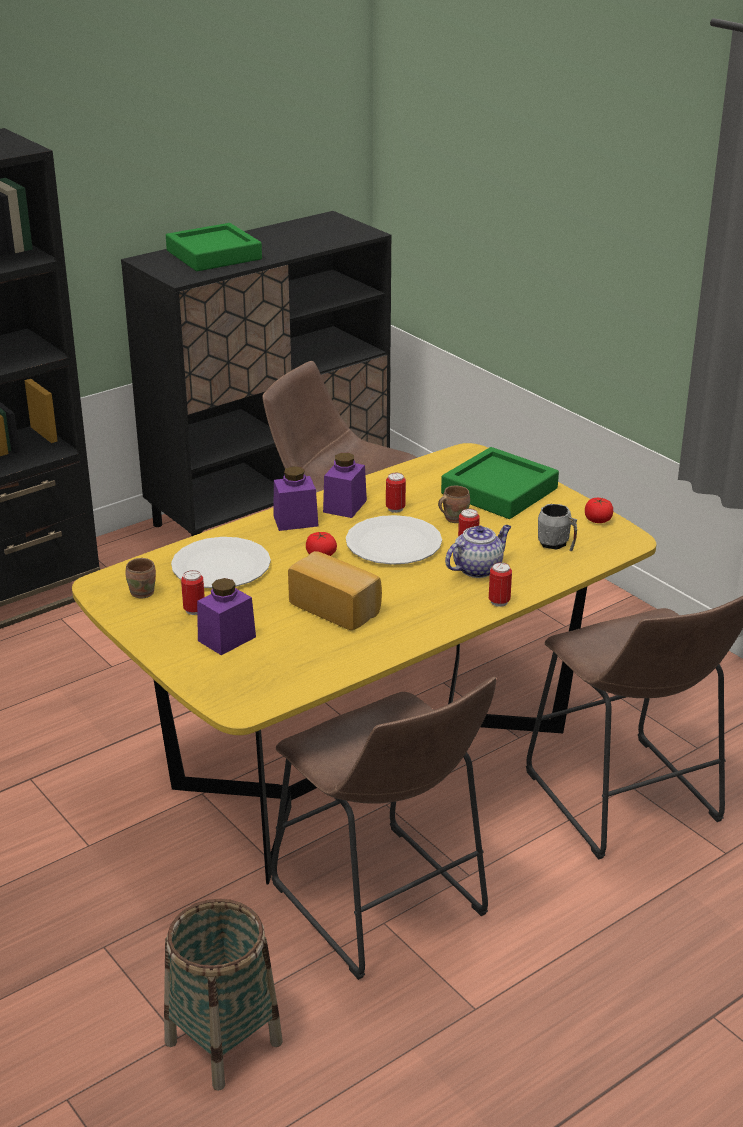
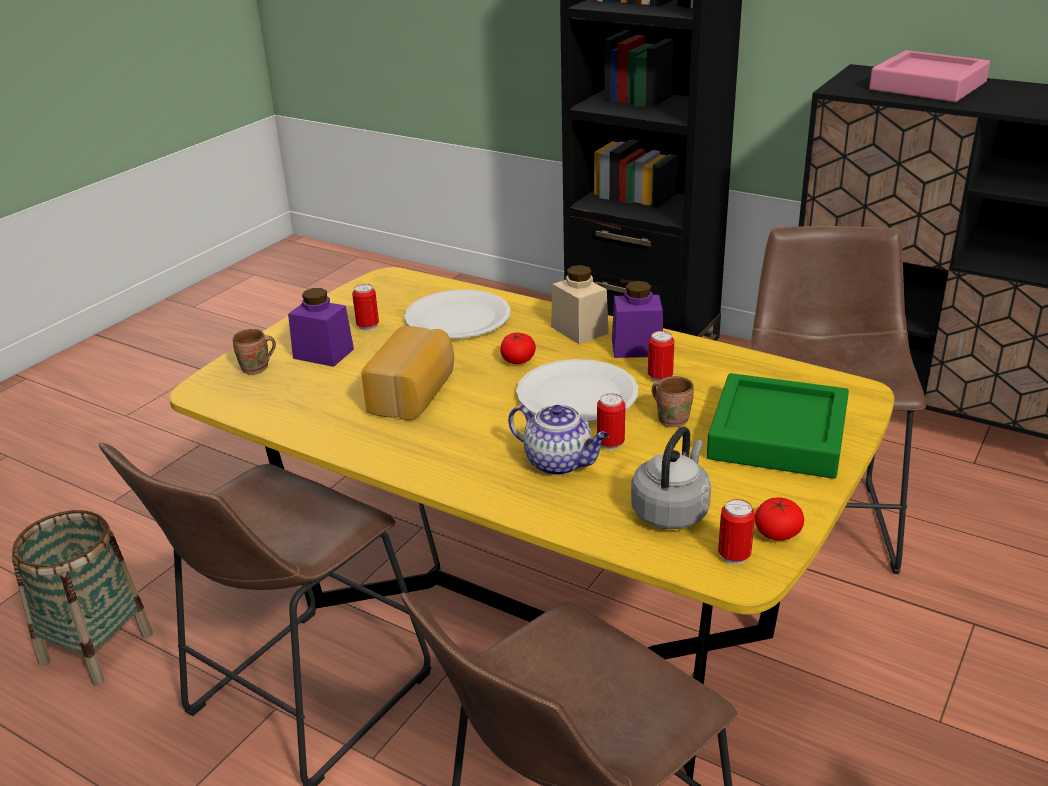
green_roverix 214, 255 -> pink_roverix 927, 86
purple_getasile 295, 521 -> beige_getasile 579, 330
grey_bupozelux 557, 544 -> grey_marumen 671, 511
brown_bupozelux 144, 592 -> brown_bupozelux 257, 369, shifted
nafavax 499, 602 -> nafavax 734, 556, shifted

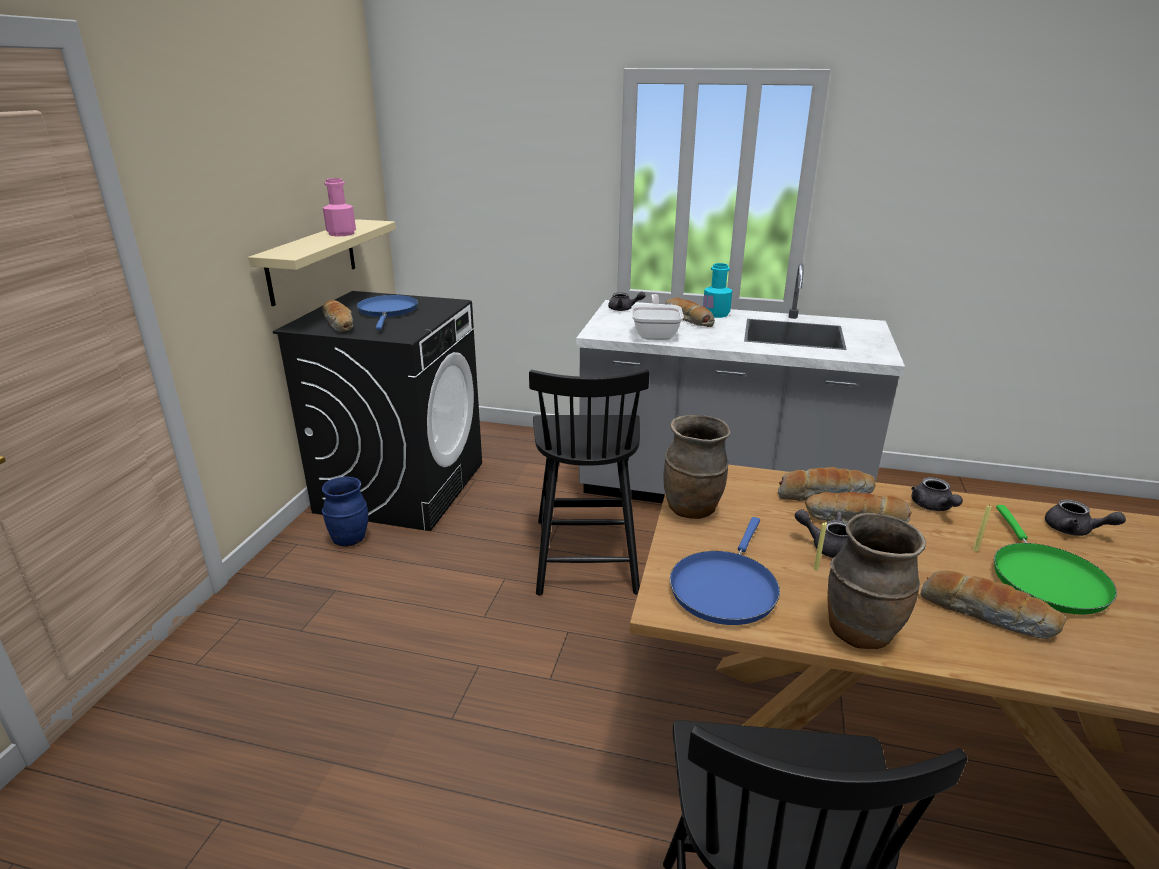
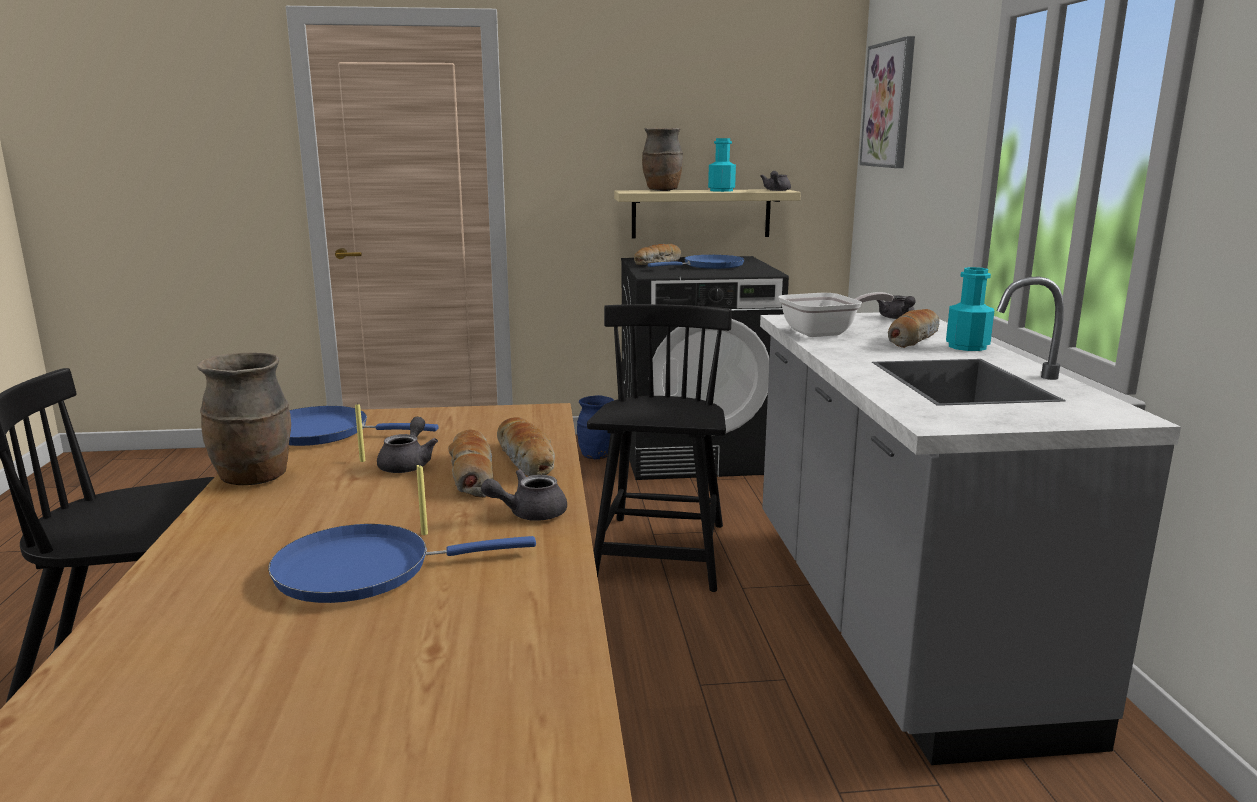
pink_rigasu 341, 233 -> turquoise_rigasu 721, 190
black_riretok 586, 553 -> black_riretok 661, 554, 120 degrees clockwise
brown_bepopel 692, 510 -> brown_bepopel 662, 190, shifted
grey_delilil 1074, 530 -> grey_delilil 776, 190, shifted
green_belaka 1044, 578 -> blue_belaka 365, 570
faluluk 987, 614 -> none
none -> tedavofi 889, 105

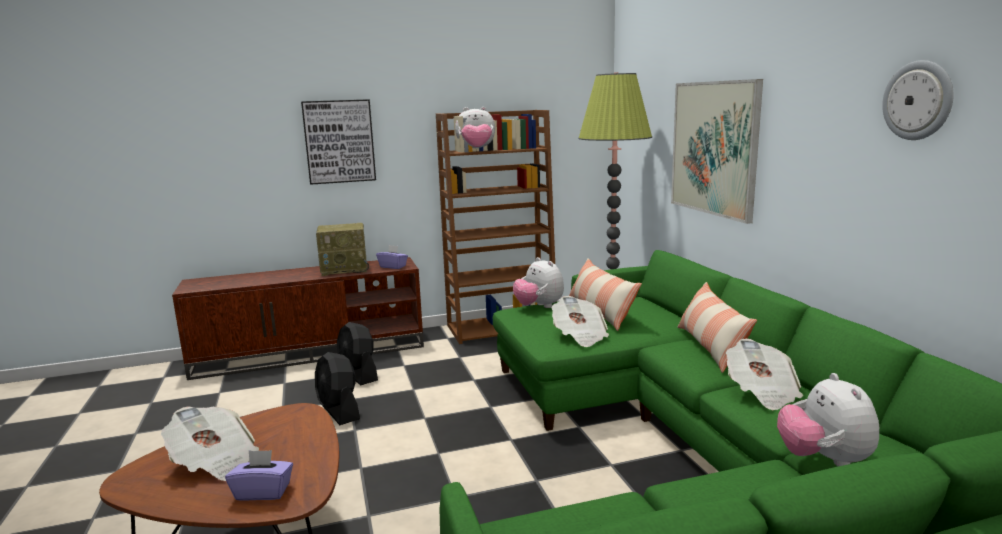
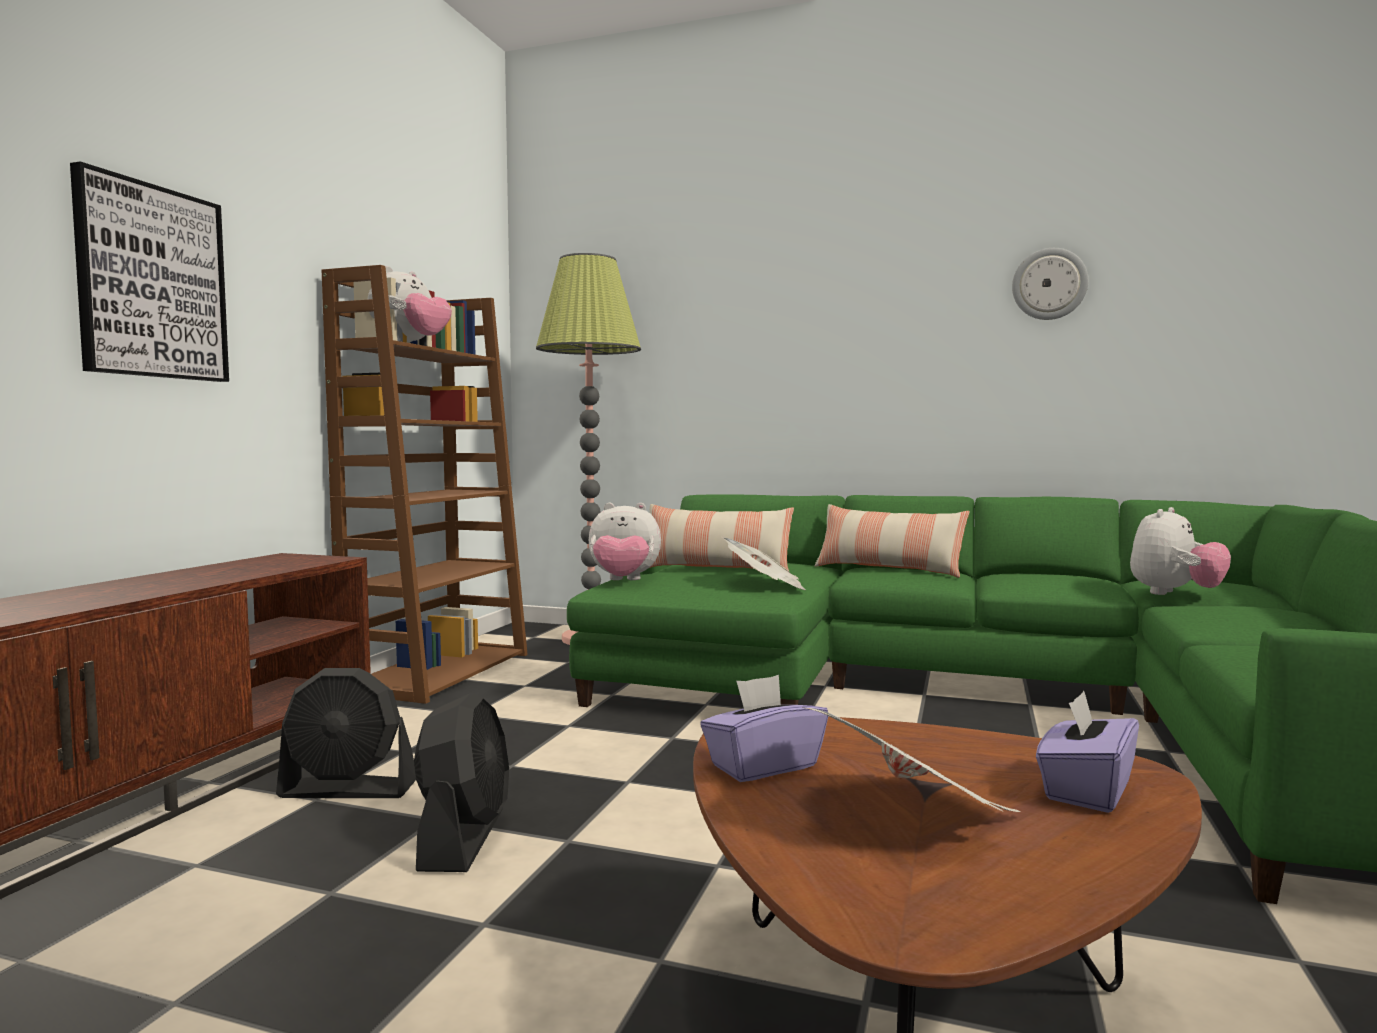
tedavofi 714, 148 -> none
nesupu 345, 269 -> none
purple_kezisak 393, 266 -> purple_kezisak 762, 766, shifted
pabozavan 762, 392 -> none
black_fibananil 339, 411 -> black_fibananil 463, 838, 90 degrees counterclockwise
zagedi 824, 460 -> zagedi 1174, 594, 75 degrees counterclockwise

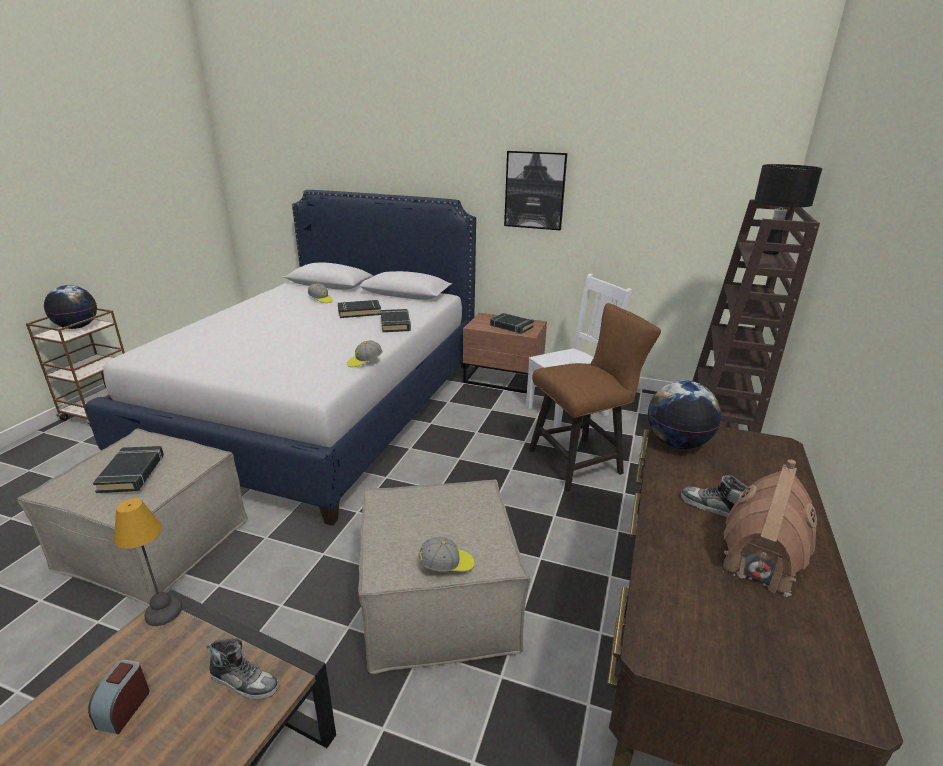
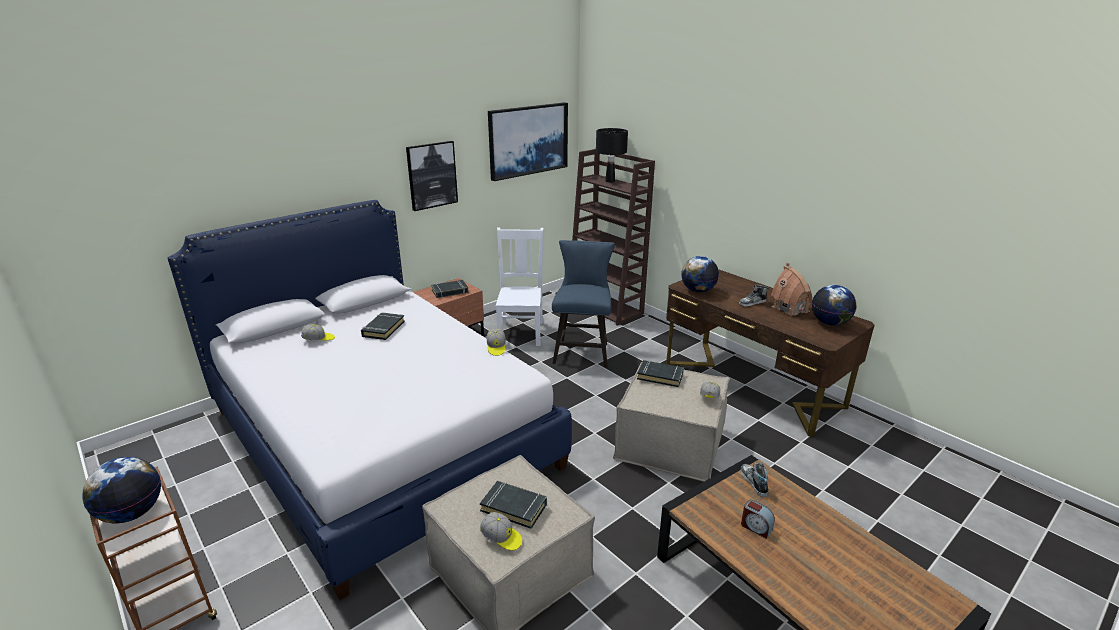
brown_riretok 581, 461 -> blue_riretok 582, 351
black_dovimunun 395, 324 -> black_dovimunun 660, 376, shifted
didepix 162, 613 -> none
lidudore 244, 681 -> lidudore 753, 482, 60 degrees counterclockwise
none -> tedavofi 528, 140
none -> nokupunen 830, 323
none -> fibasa 501, 538

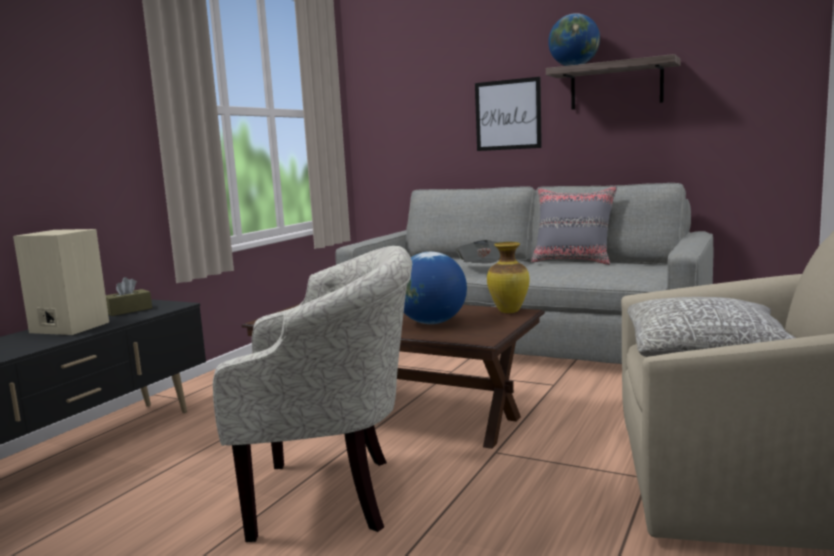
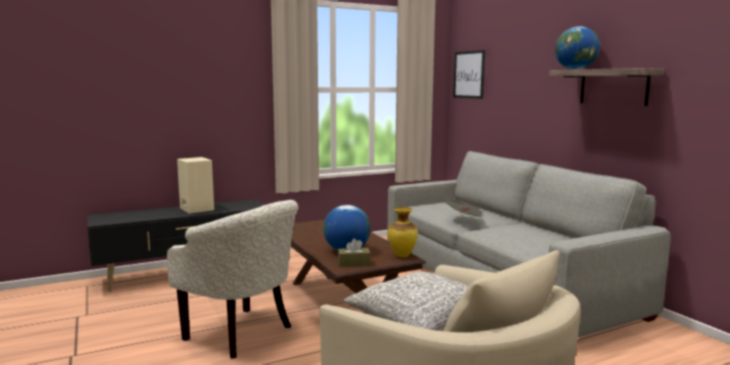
tedavofi 508, 115 -> tedavofi 469, 74, shifted
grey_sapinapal 573, 261 -> none
brown_kezisak 128, 310 -> brown_kezisak 354, 263, shifted

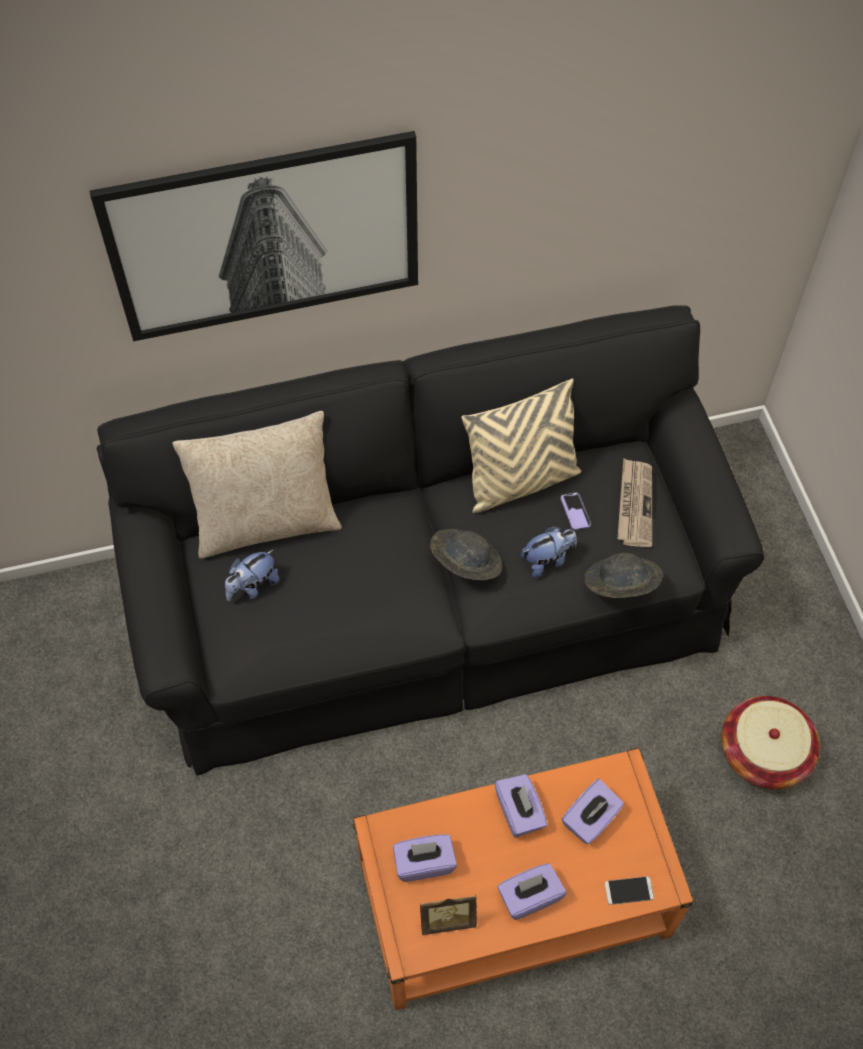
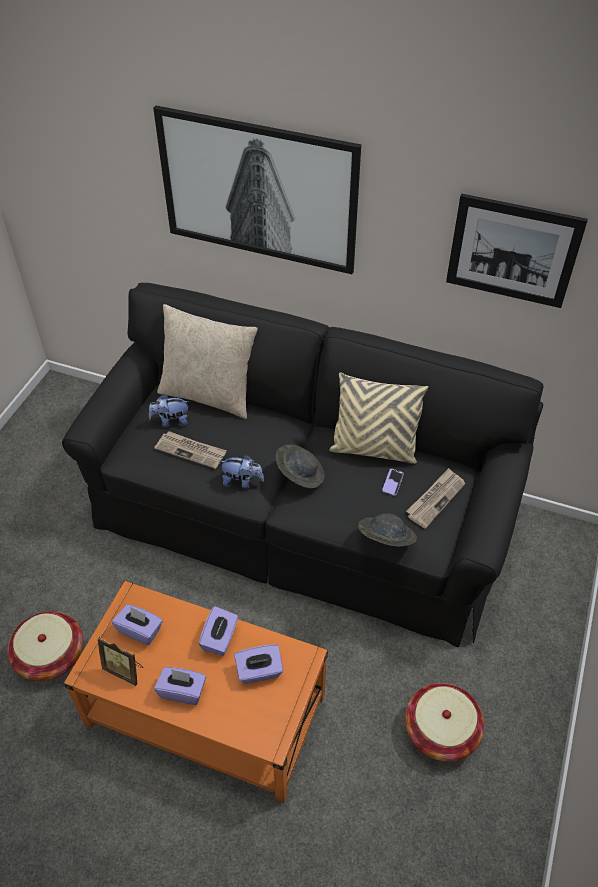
zagedi 547, 560 -> zagedi 242, 481, shifted
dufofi 629, 890 -> none
none -> tedavofi 513, 251
none -> pabozavan 191, 451
none -> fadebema 50, 656

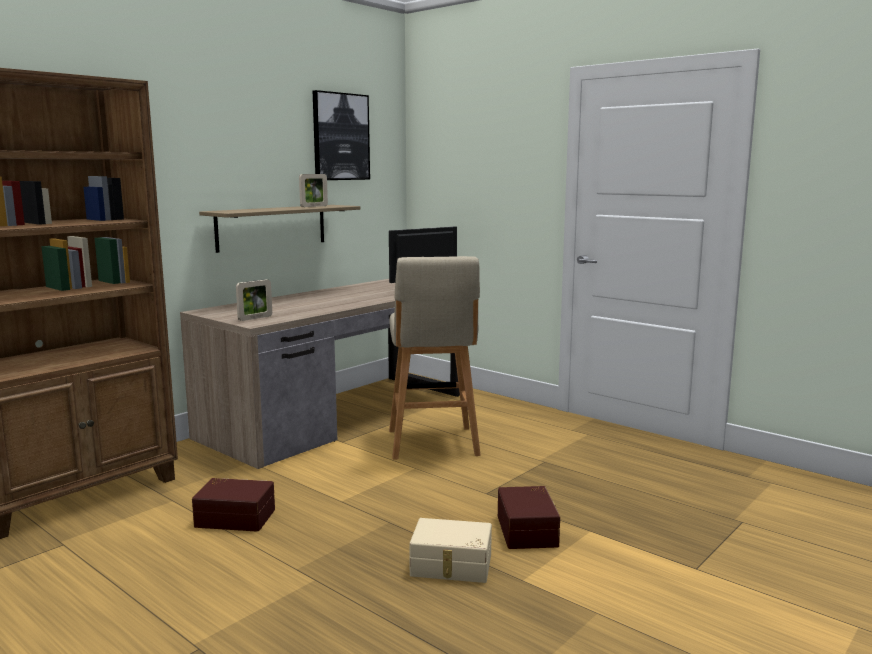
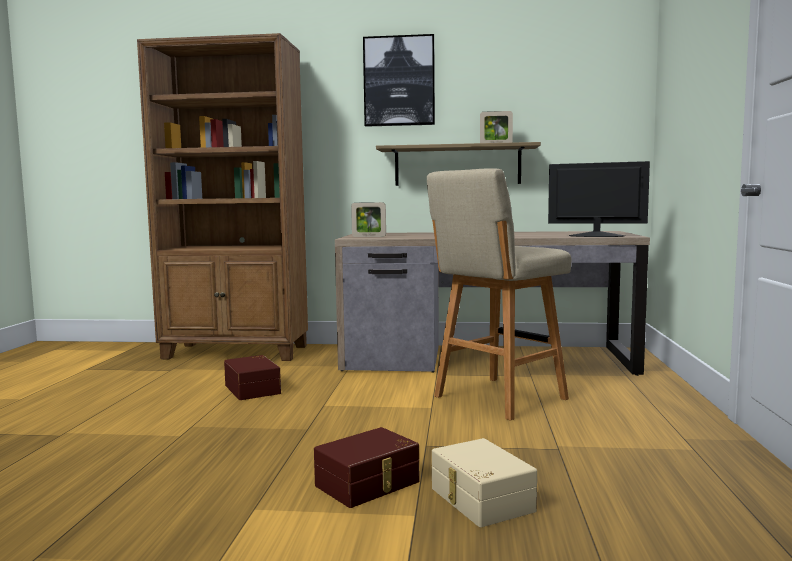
tedavofi 340, 137 -> tedavofi 399, 81, shifted
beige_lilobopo 451, 566 -> beige_lilobopo 480, 500, shifted

